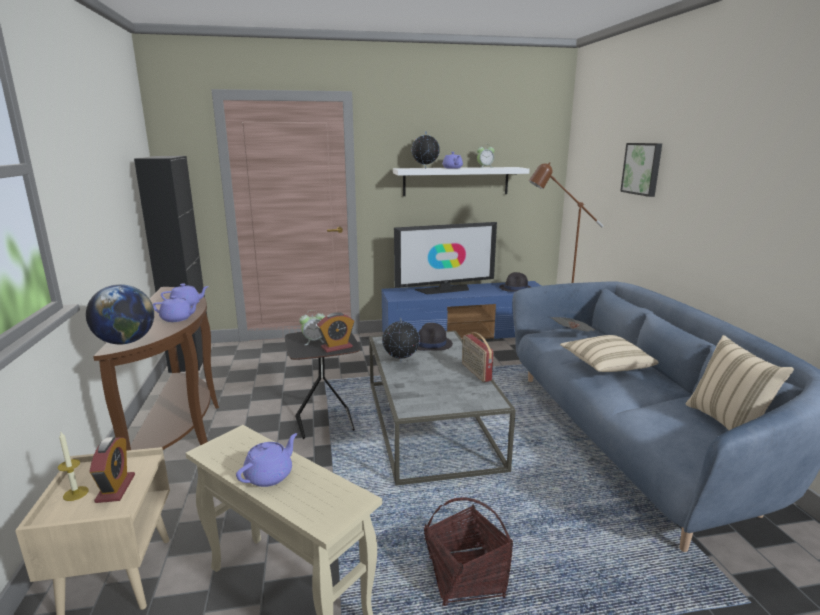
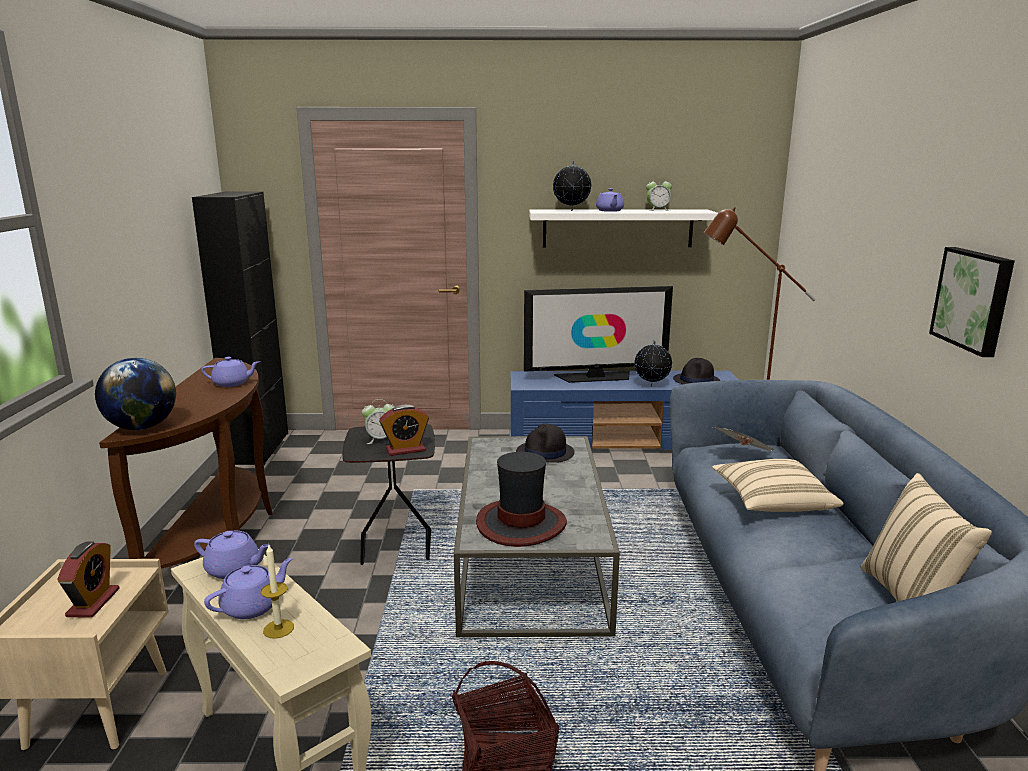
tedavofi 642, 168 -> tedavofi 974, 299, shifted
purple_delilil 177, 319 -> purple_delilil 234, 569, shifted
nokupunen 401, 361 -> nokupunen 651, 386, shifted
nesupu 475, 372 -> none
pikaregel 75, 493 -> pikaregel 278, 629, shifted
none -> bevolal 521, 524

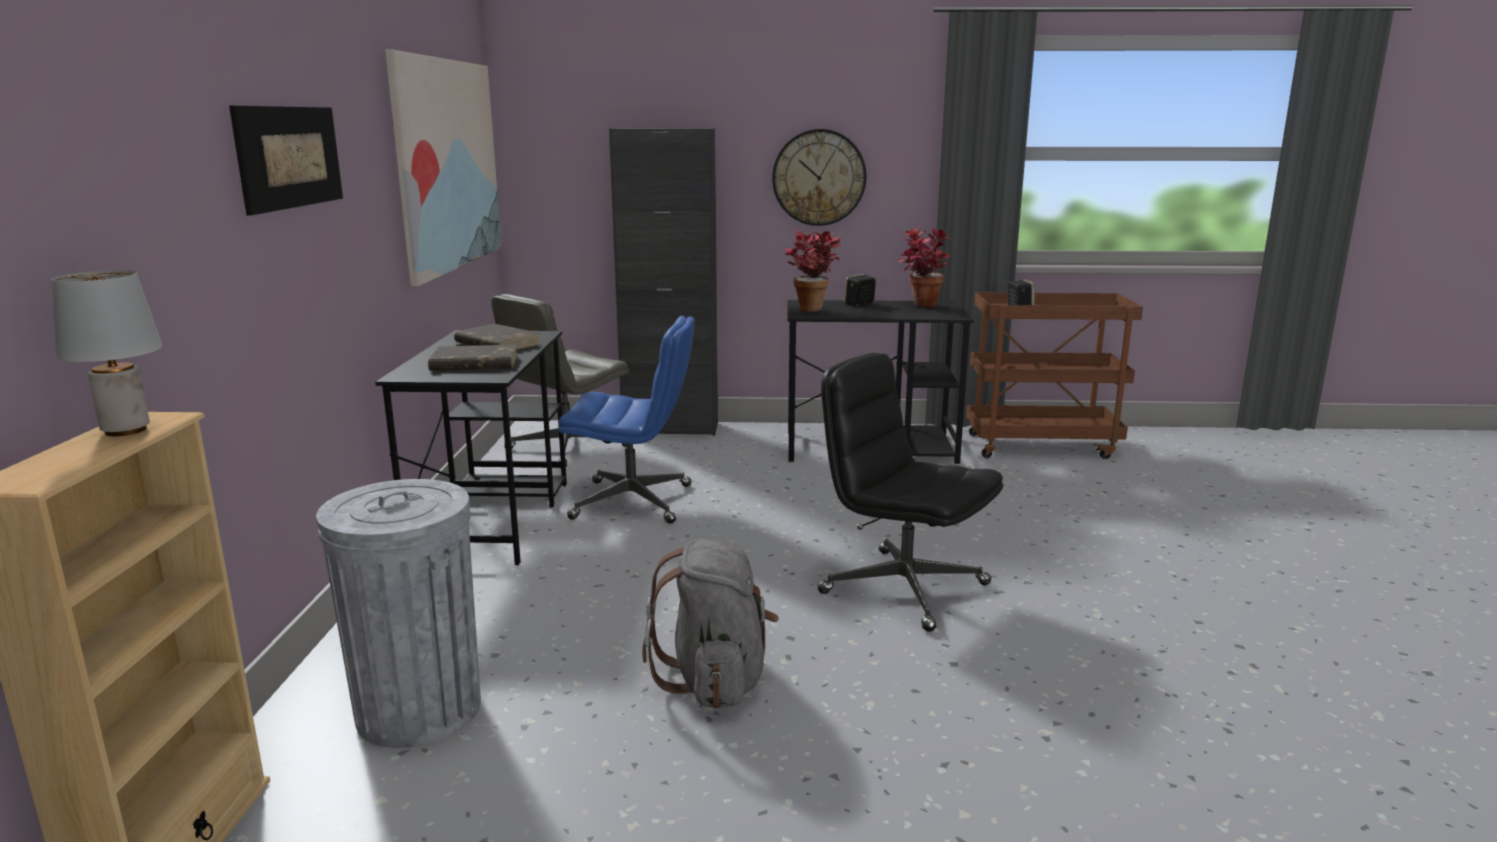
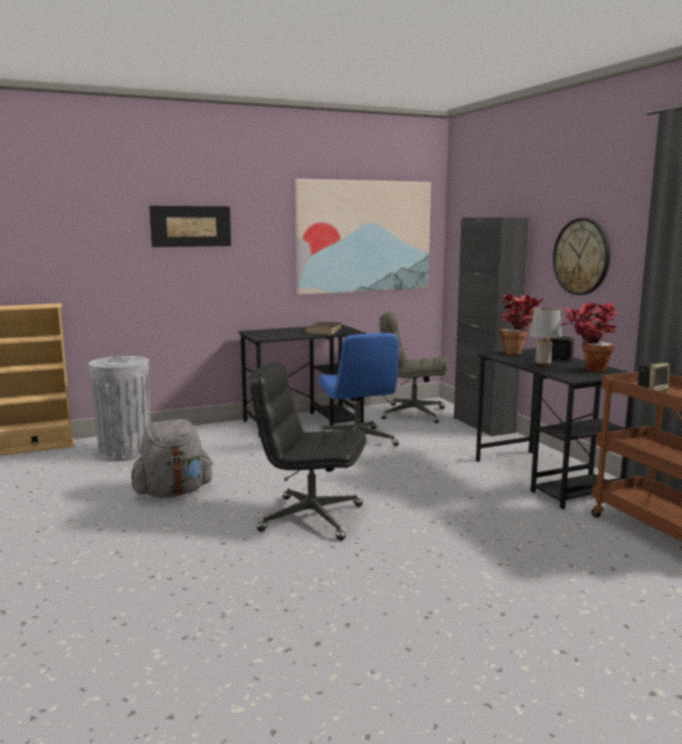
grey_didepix 127, 430 -> grey_didepix 543, 364, shifted
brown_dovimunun 473, 364 -> none
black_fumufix 902, 588 -> black_fumufix 310, 518, 90 degrees counterclockwise

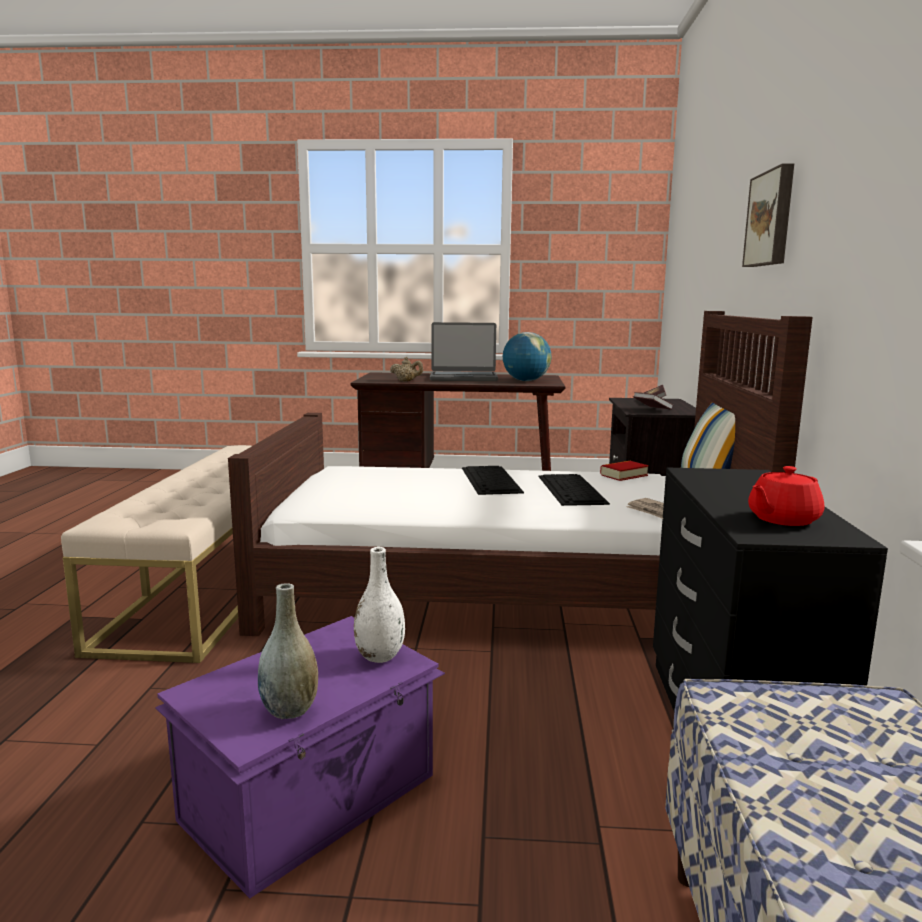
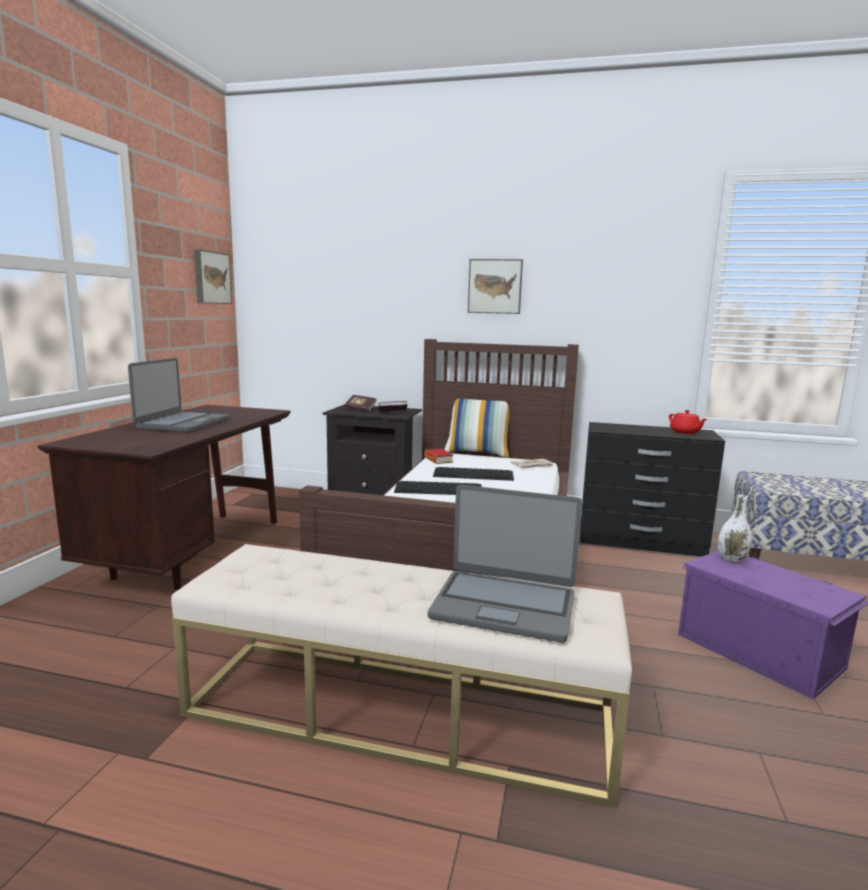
nokupunen 526, 381 -> none
beige_delilil 406, 381 -> none
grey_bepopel 289, 710 -> none
none -> tedavofi 211, 278
none -> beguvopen 504, 605

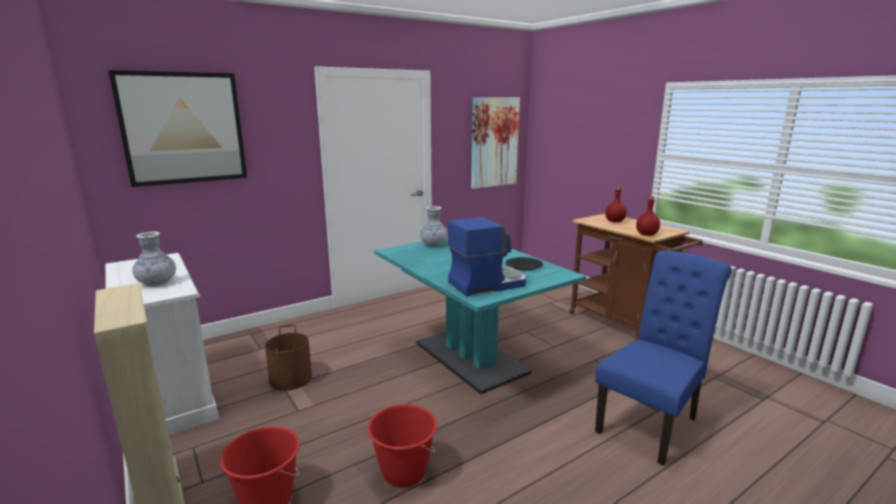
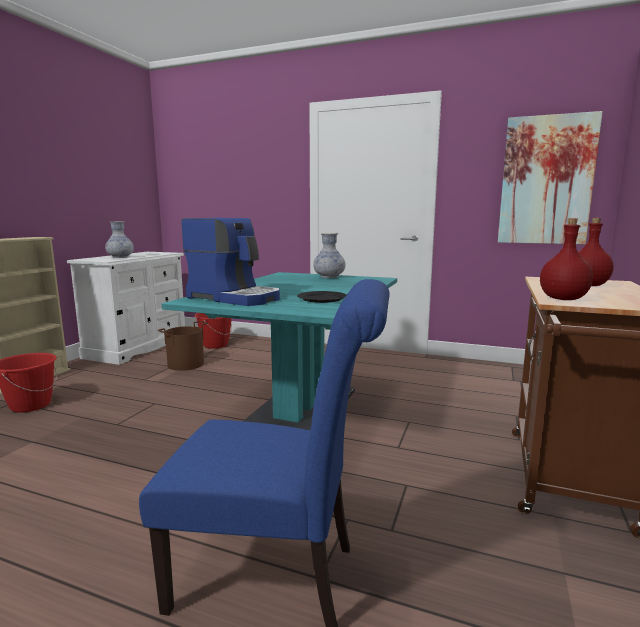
tedavofi 183, 128 -> none
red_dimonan 403, 472 -> red_dimonan 215, 345, shifted

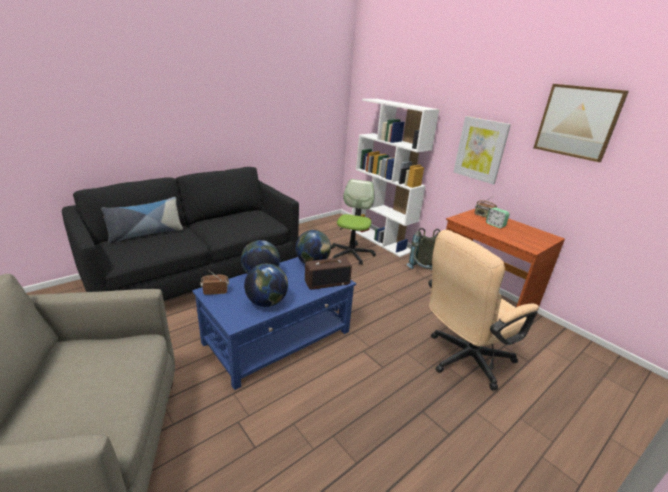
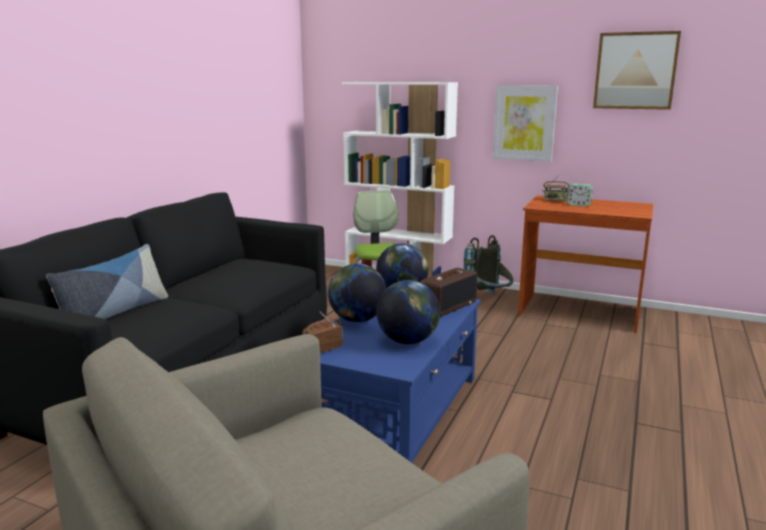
beige_fumufix 463, 360 -> none

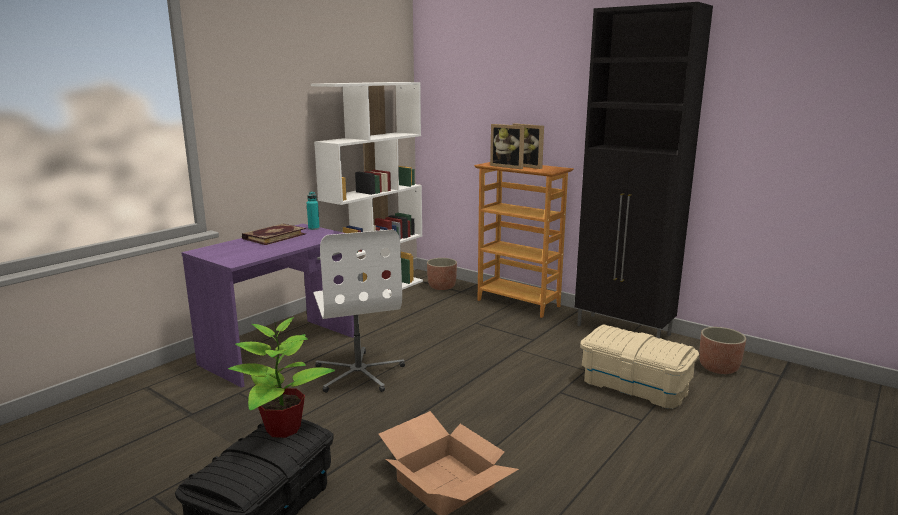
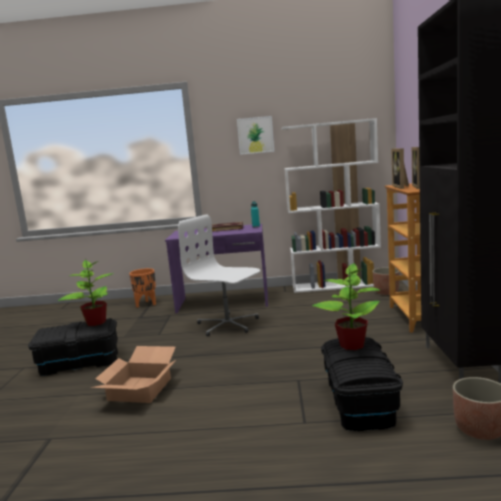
white_fumufix 359, 373 -> white_fumufix 227, 325, 90 degrees clockwise
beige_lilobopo 635, 385 -> black_lilobopo 360, 402
none -> tedavofi 255, 135
none -> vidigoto 352, 344
none -> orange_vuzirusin 146, 304

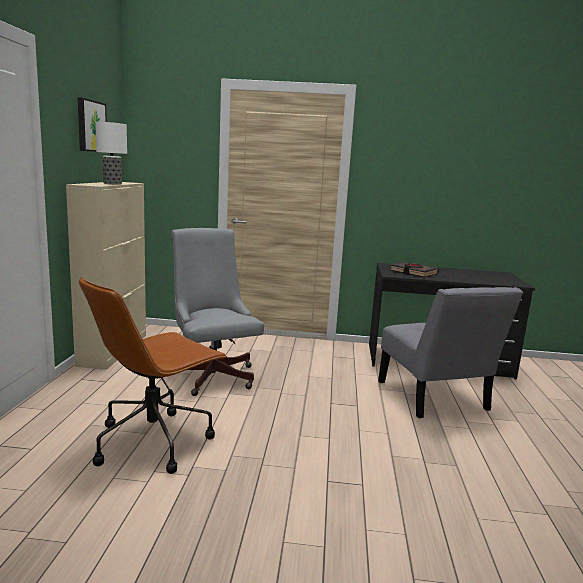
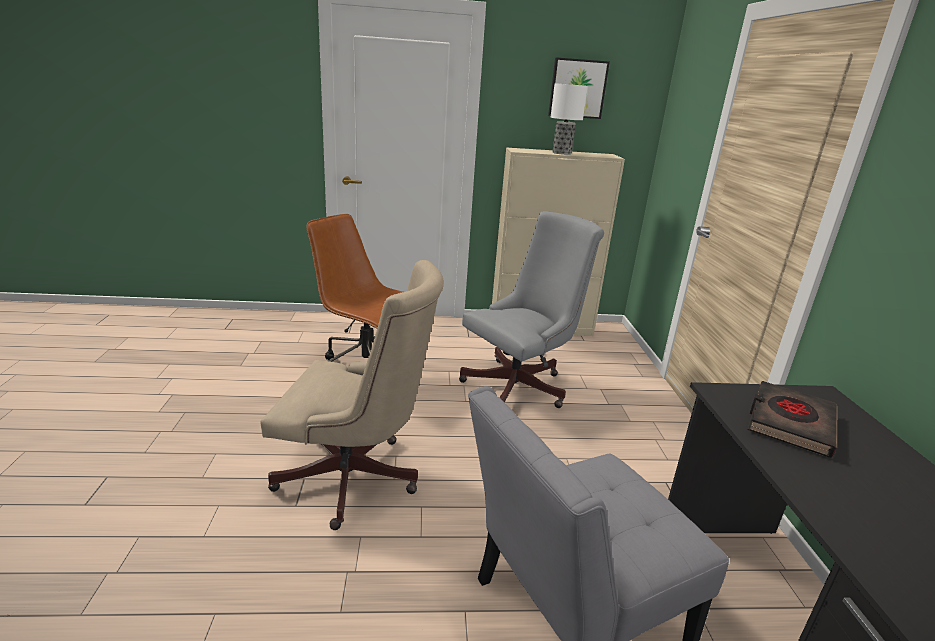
none -> beige_fumufix 356, 480

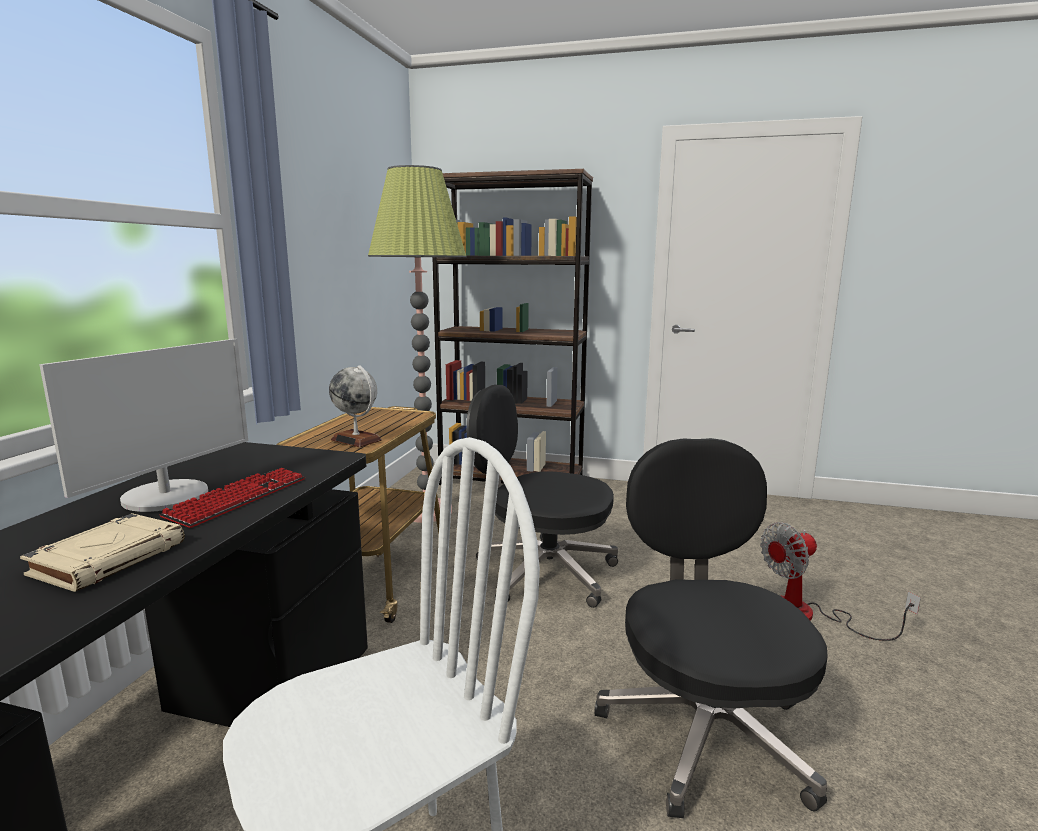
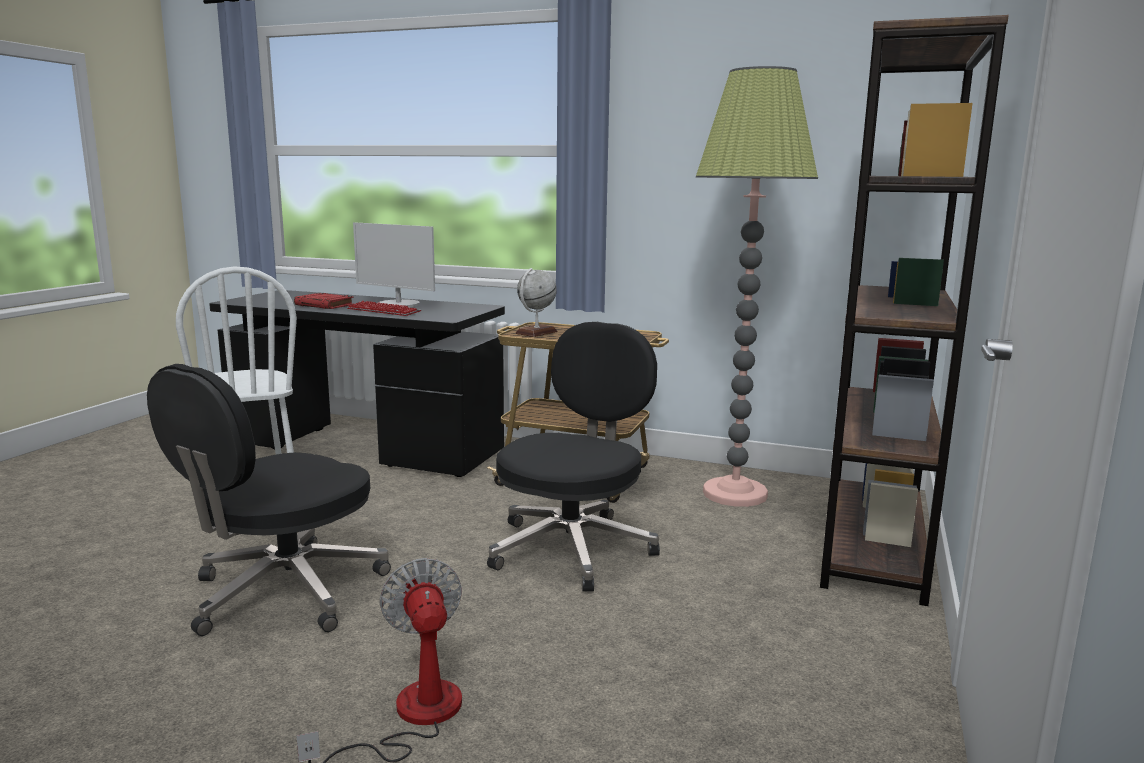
black_fumufix 704, 729 -> black_fumufix 284, 592, 120 degrees clockwise
beige_dovimunun 110, 558 -> red_dovimunun 325, 305

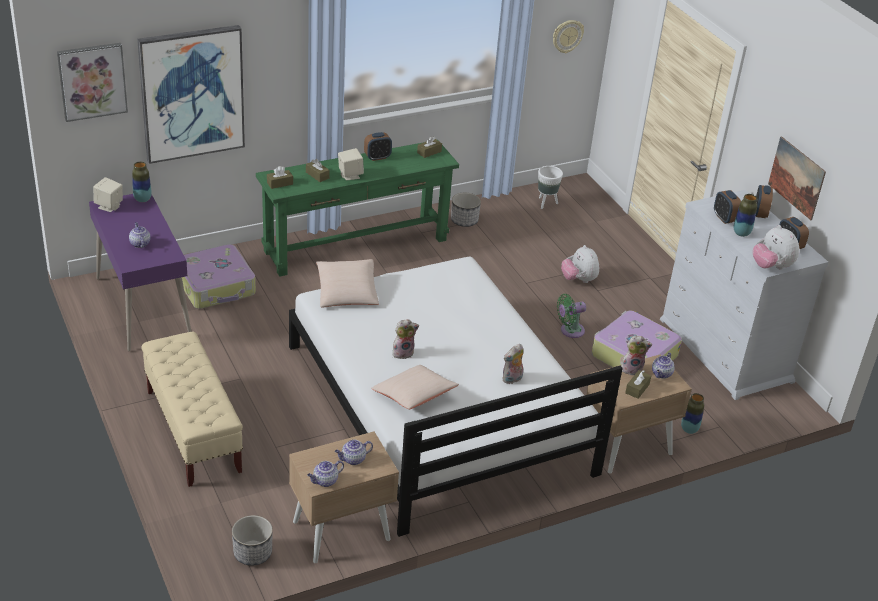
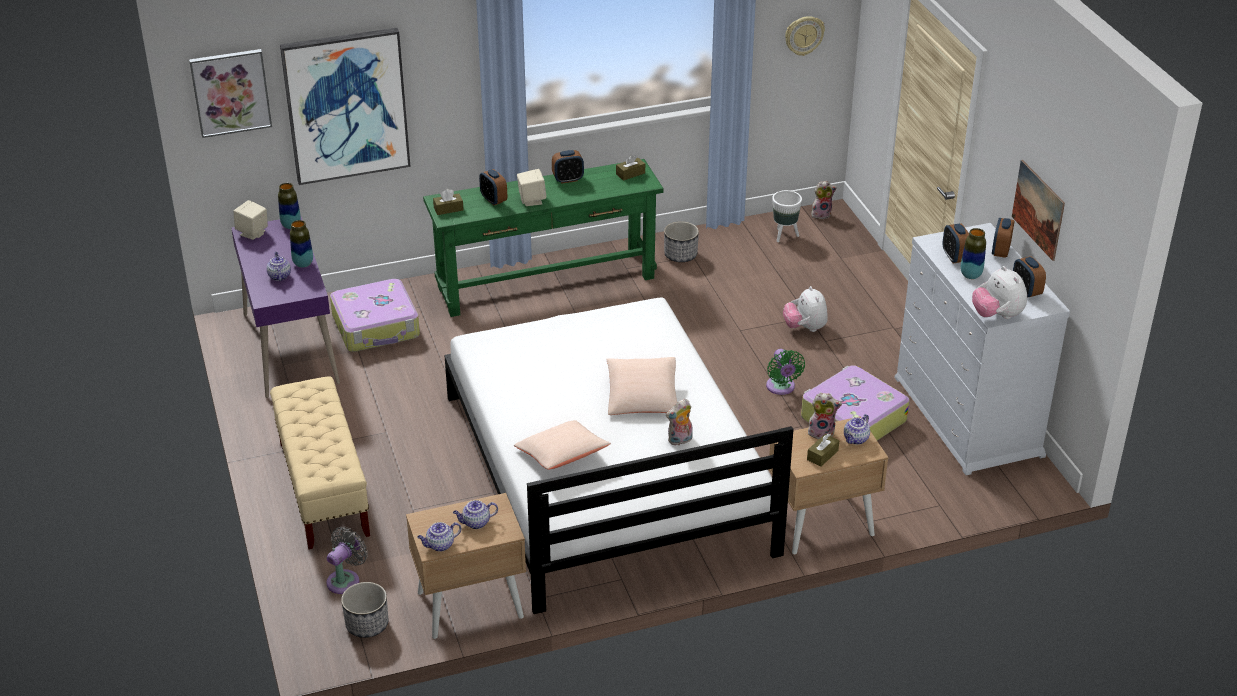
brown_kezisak 317, 175 -> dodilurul 493, 200
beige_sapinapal 346, 292 -> beige_sapinapal 642, 397, shifted
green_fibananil 569, 330 -> green_fibananil 781, 388, 90 degrees counterclockwise
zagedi 403, 352 -> zagedi 821, 214, shifted
bepopel 689, 429 -> bepopel 303, 264, shifted
none -> grey_fibananil 345, 580

